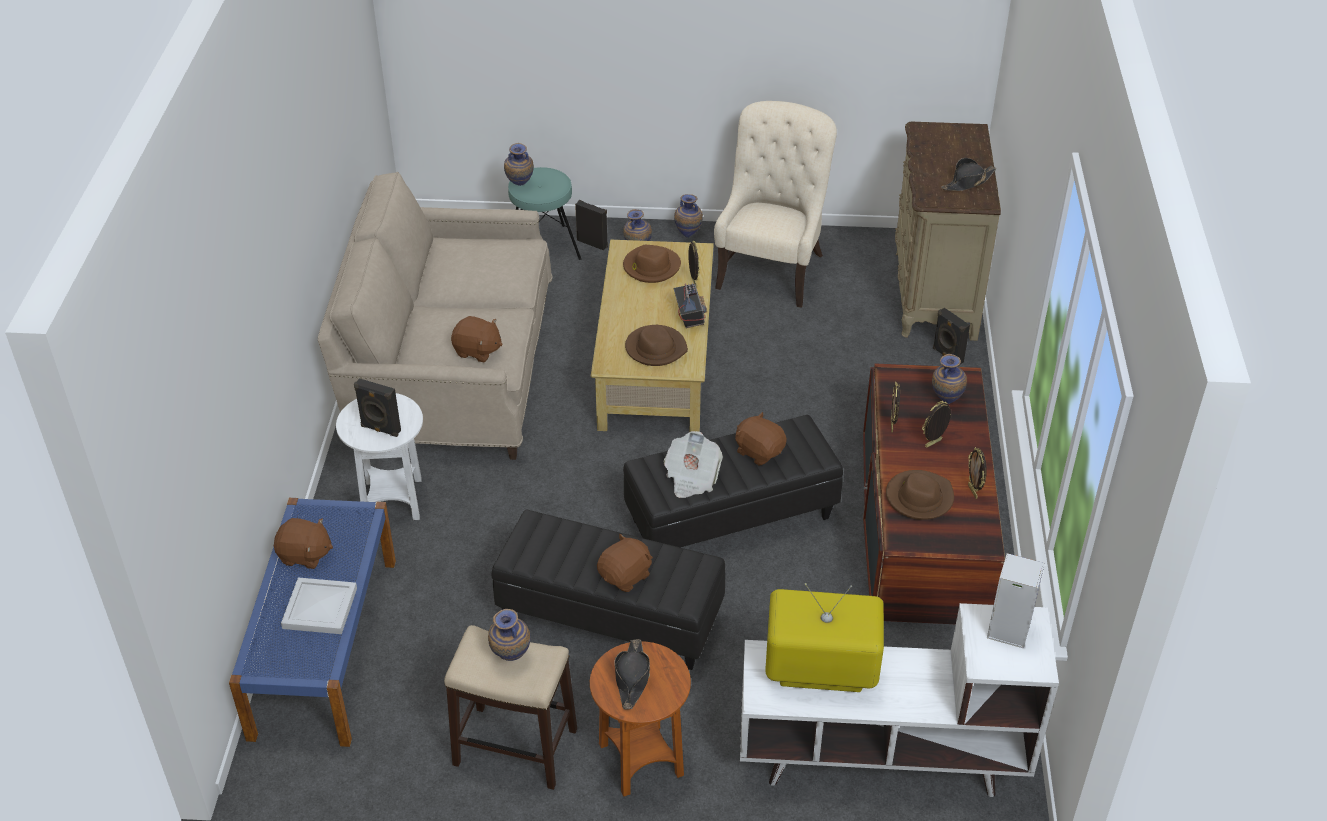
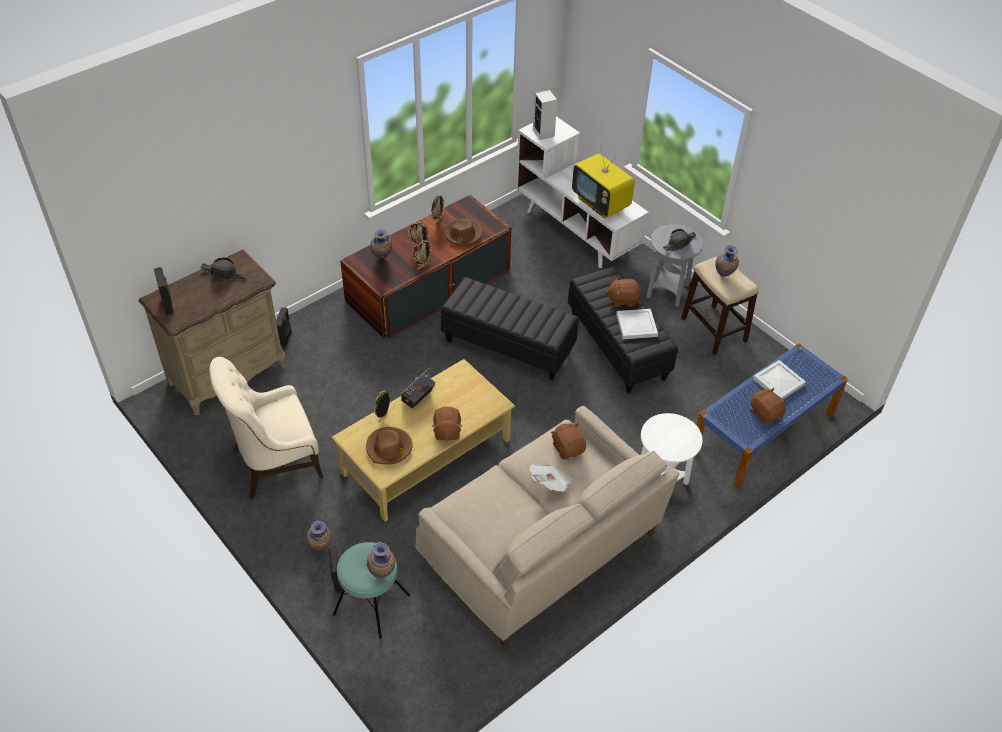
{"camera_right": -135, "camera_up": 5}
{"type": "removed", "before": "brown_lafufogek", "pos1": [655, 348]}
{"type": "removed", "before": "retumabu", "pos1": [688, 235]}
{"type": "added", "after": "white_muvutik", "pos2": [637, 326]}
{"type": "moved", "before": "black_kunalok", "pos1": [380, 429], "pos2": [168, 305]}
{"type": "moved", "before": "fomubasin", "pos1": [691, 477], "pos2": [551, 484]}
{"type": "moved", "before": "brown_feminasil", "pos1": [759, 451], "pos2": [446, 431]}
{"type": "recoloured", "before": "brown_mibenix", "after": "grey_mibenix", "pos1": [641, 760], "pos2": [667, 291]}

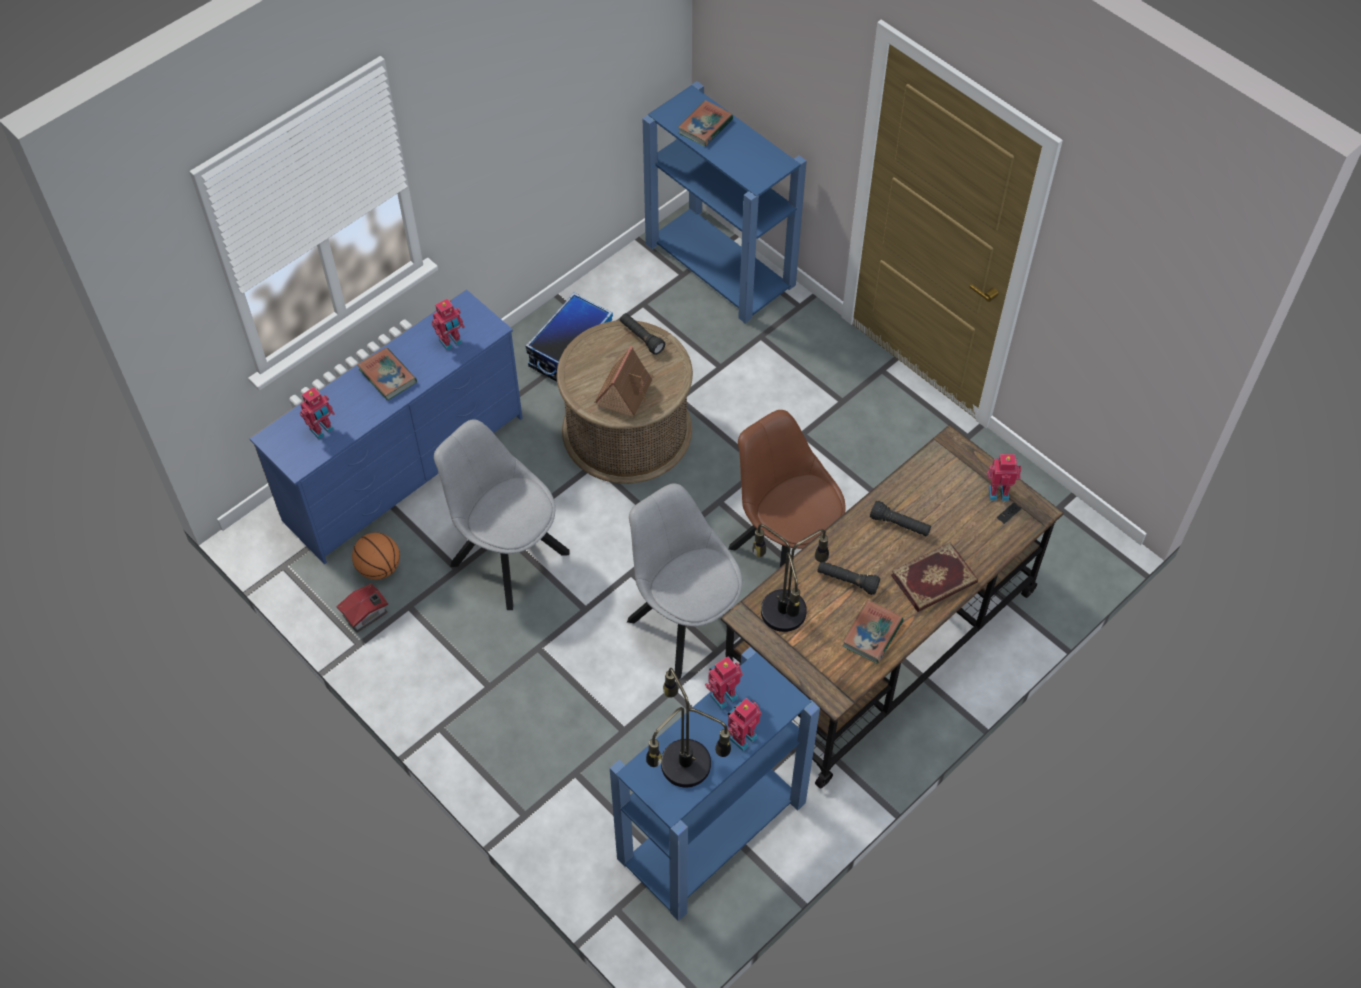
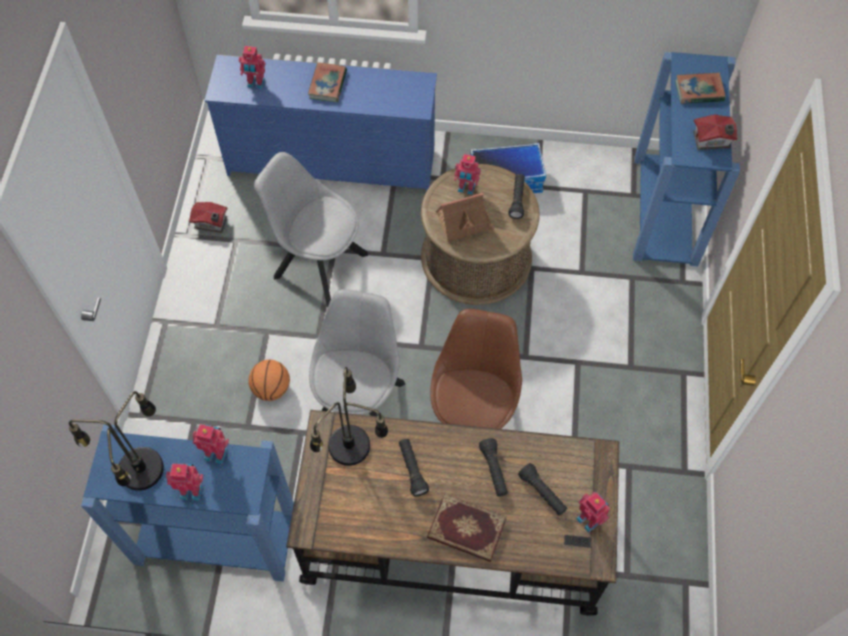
{"camera_right": 50, "camera_up": 5}
{"type": "removed", "before": "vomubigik", "pos1": [872, 634]}
{"type": "added", "after": "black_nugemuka", "pos2": [542, 493]}
{"type": "added", "after": "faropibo", "pos2": [712, 141]}
{"type": "moved", "before": "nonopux", "pos1": [379, 568], "pos2": [271, 388]}
{"type": "moved", "before": "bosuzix", "pos1": [451, 342], "pos2": [466, 189]}
{"type": "turned", "before": "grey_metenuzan", "pos1": [507, 556], "pos2": [318, 264], "turn": -60}

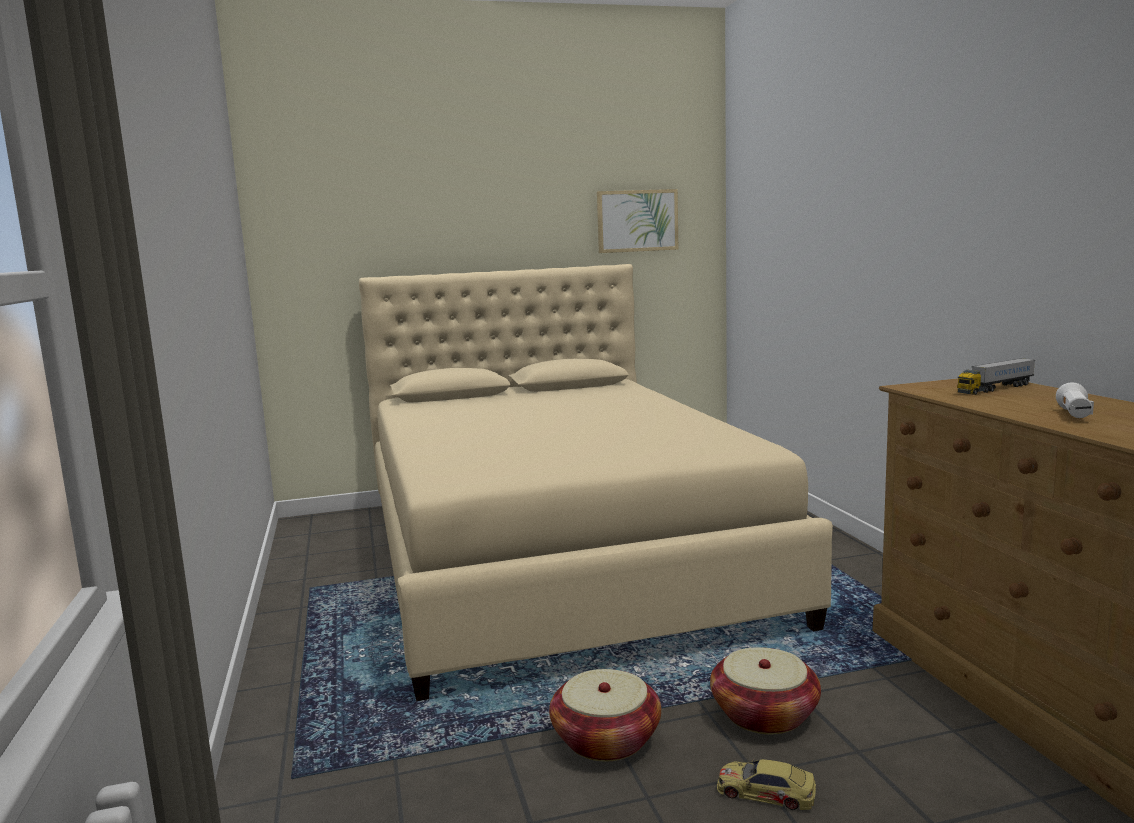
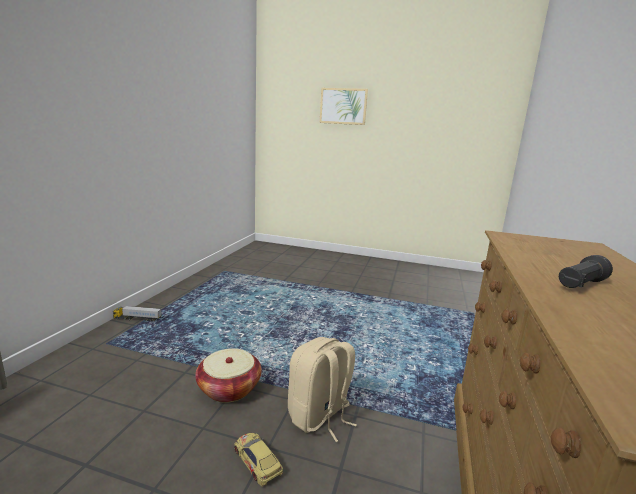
{"camera_right": 30, "camera_up": 5}
{"type": "removed", "before": "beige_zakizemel", "pos1": [557, 556]}
{"type": "moved", "before": "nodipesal", "pos1": [637, 221], "pos2": [343, 106]}
{"type": "moved", "before": "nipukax", "pos1": [995, 388], "pos2": [137, 319]}
{"type": "replaced", "before": "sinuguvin", "after": "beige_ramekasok", "pos1": [764, 715], "pos2": [319, 417]}
{"type": "recoloured", "before": "white_nugemuka", "after": "black_nugemuka", "pos1": [1074, 415], "pos2": [580, 285]}

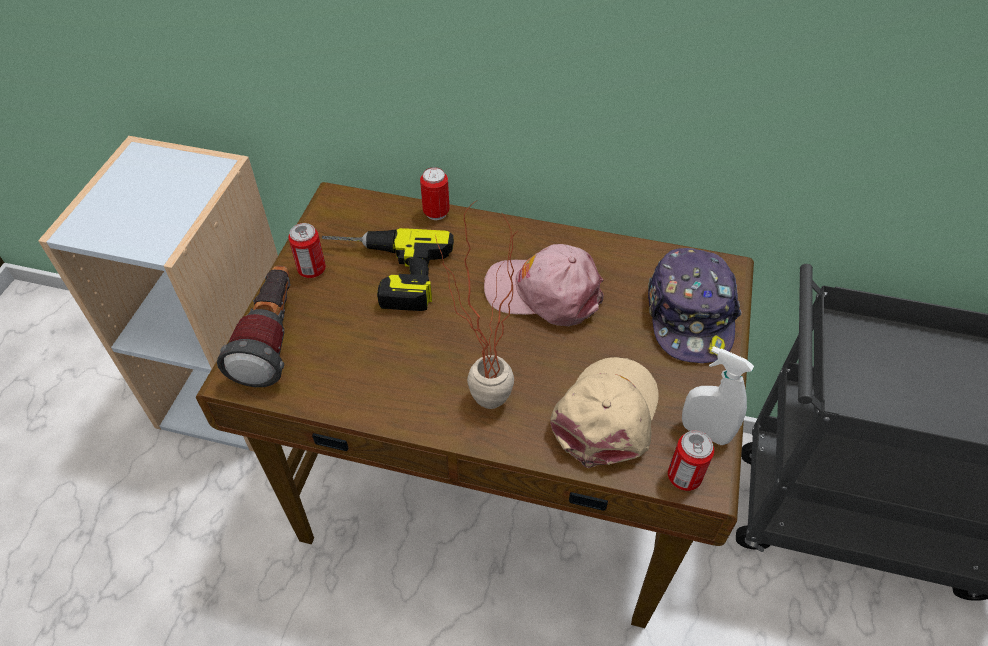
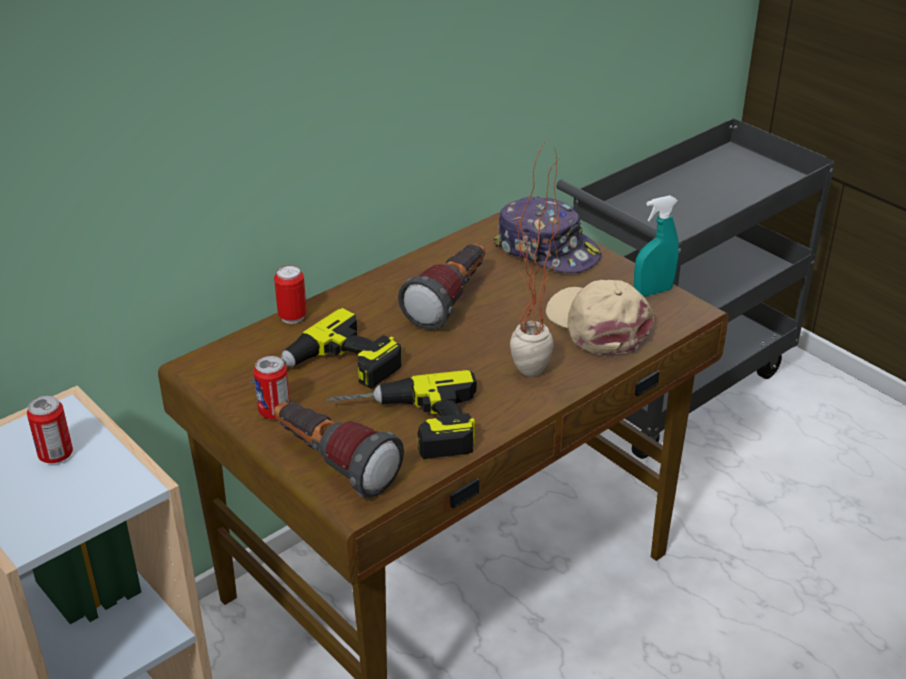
{"camera_right": -55, "camera_up": -15}
{"type": "added", "after": "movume", "pos2": [407, 426]}
{"type": "moved", "before": "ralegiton", "pos1": [684, 477], "pos2": [56, 455]}
{"type": "replaced", "before": "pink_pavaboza", "after": "nugemuka", "pos1": [544, 292], "pos2": [450, 301]}
{"type": "recoloured", "before": "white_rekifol", "after": "turquoise_rekifol", "pos1": [705, 432], "pos2": [653, 292]}

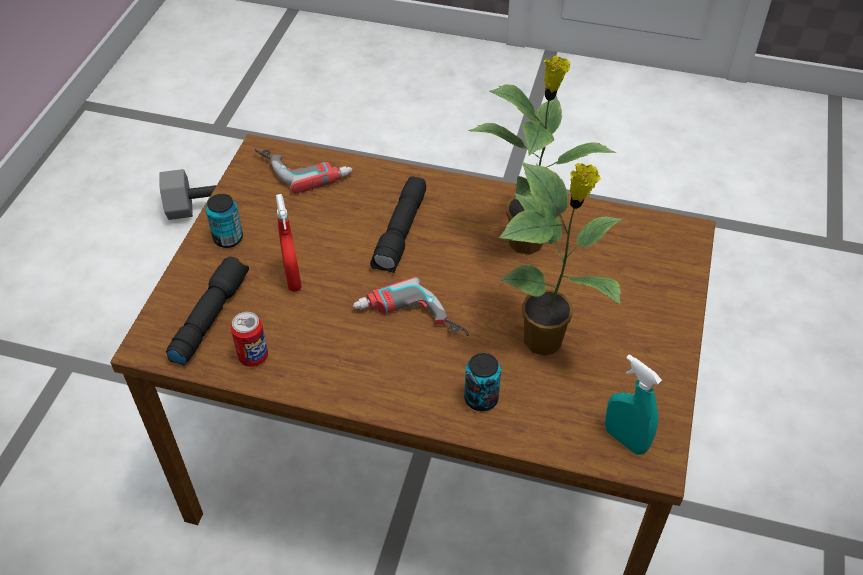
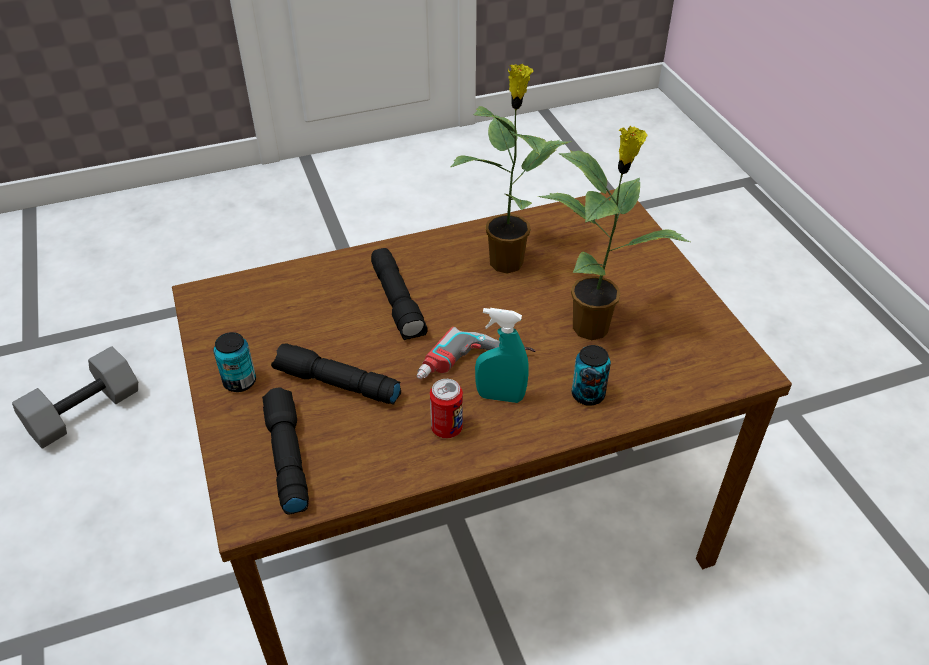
{"camera_right": -35, "camera_up": -5}
{"type": "removed", "before": "movume", "pos1": [304, 166]}
{"type": "moved", "before": "ralegiton", "pos1": [253, 357], "pos2": [446, 428]}
{"type": "moved", "before": "turquoise_rekifol", "pos1": [625, 439], "pos2": [500, 396]}
{"type": "replaced", "before": "red_rekifol", "after": "black_nugemuka", "pos1": [293, 278], "pos2": [336, 384]}

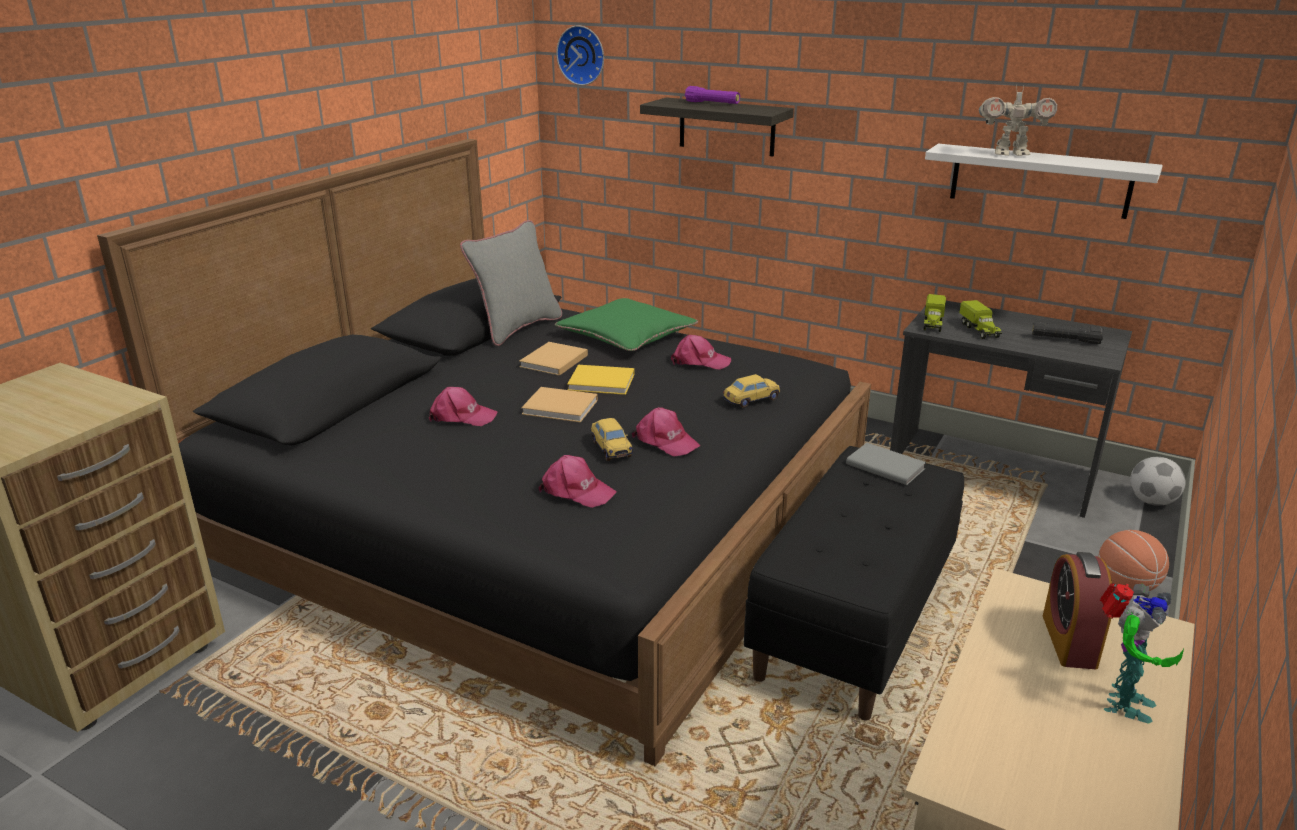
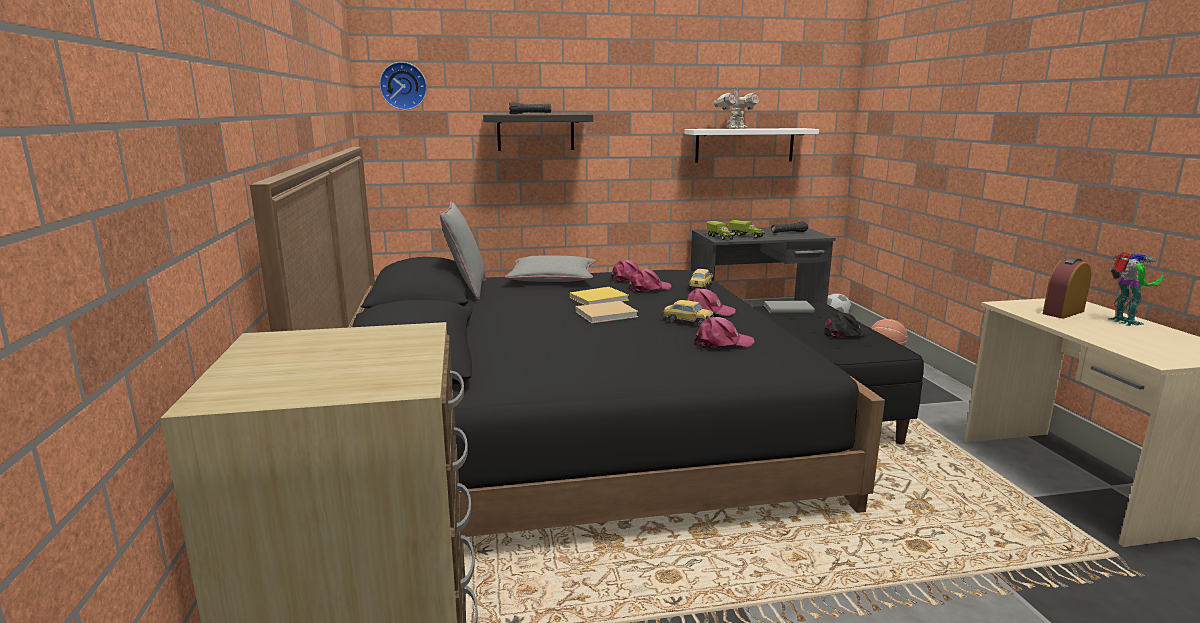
{"camera_right": -40, "camera_up": -10}
{"type": "removed", "before": "beige_vomubigik", "pos1": [553, 361]}
{"type": "added", "after": "black_pavaboza", "pos2": [846, 334]}
{"type": "moved", "before": "pink_pavaboza", "pos1": [462, 416], "pos2": [648, 289]}
{"type": "recoloured", "before": "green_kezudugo", "after": "grey_kezudugo", "pos1": [626, 335], "pos2": [552, 278]}
{"type": "recoloured", "before": "purple_nugemuka", "after": "black_nugemuka", "pos1": [712, 103], "pos2": [530, 114]}
{"type": "turned", "before": "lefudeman", "pos1": [1069, 641], "pos2": [1063, 312], "turn": 90}

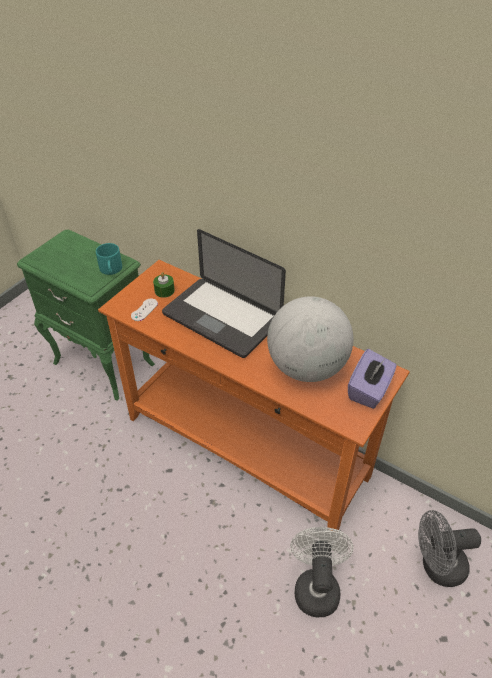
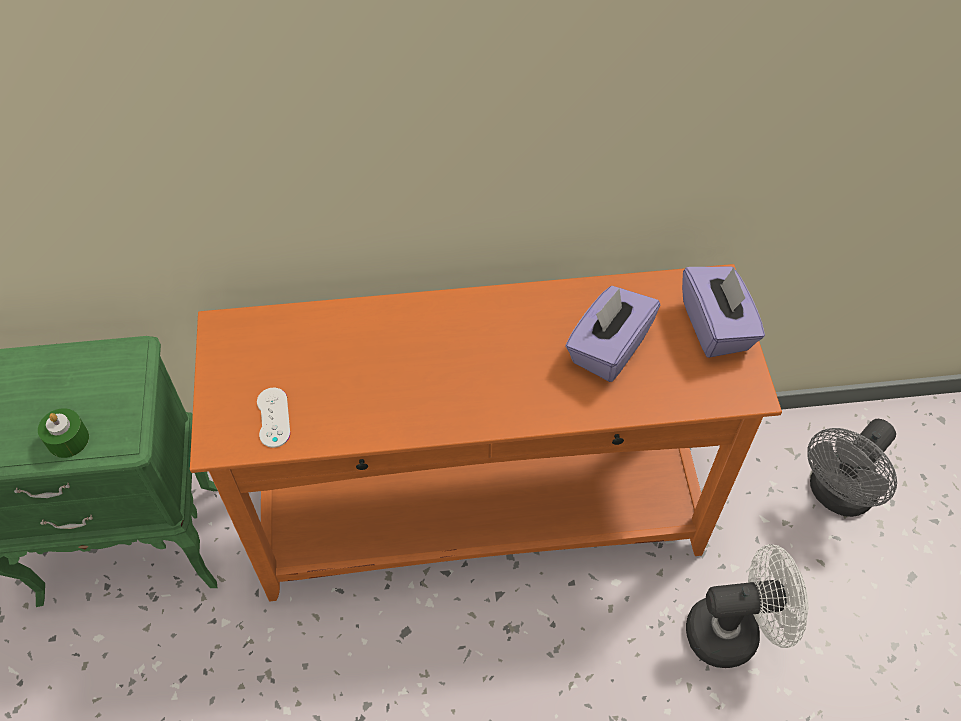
{"camera_right": -40, "camera_up": 10}
{"type": "removed", "before": "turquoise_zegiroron", "pos1": [111, 270]}
{"type": "removed", "before": "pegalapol", "pos1": [221, 318]}
{"type": "moved", "before": "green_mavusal", "pos1": [164, 291], "pos2": [68, 439]}
{"type": "replaced", "before": "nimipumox", "after": "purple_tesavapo", "pos1": [306, 367], "pos2": [608, 348]}
{"type": "turned", "before": "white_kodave", "pos1": [316, 586], "pos2": [734, 631], "turn": 120}

